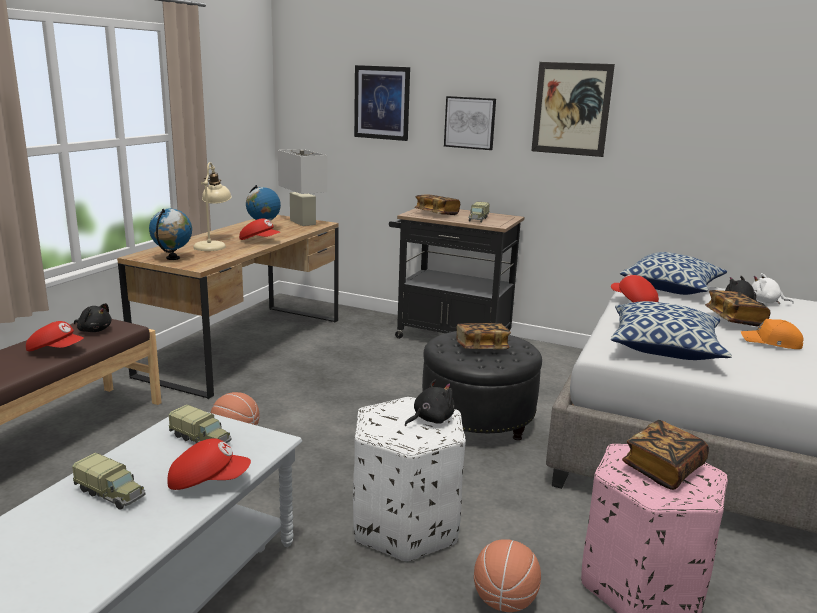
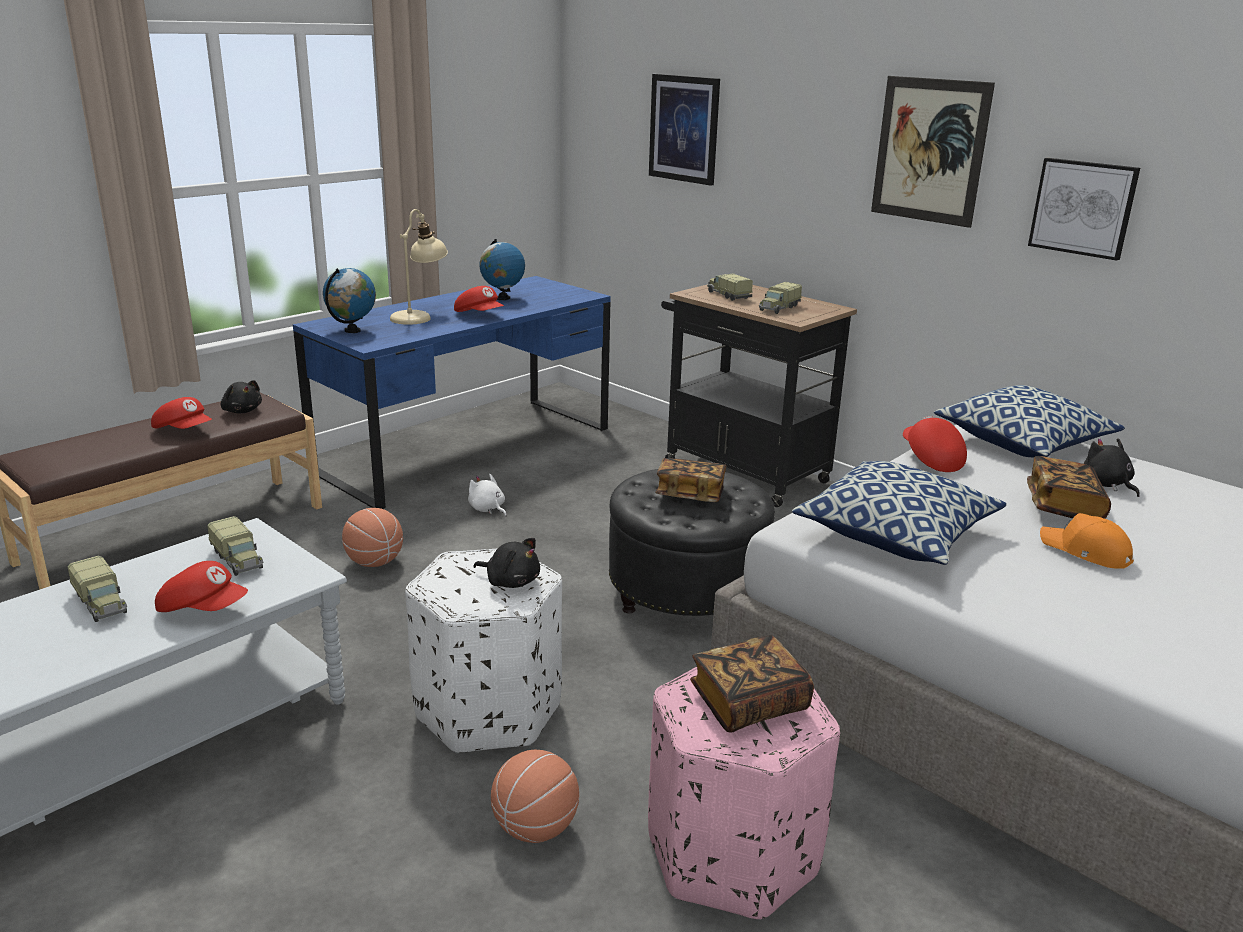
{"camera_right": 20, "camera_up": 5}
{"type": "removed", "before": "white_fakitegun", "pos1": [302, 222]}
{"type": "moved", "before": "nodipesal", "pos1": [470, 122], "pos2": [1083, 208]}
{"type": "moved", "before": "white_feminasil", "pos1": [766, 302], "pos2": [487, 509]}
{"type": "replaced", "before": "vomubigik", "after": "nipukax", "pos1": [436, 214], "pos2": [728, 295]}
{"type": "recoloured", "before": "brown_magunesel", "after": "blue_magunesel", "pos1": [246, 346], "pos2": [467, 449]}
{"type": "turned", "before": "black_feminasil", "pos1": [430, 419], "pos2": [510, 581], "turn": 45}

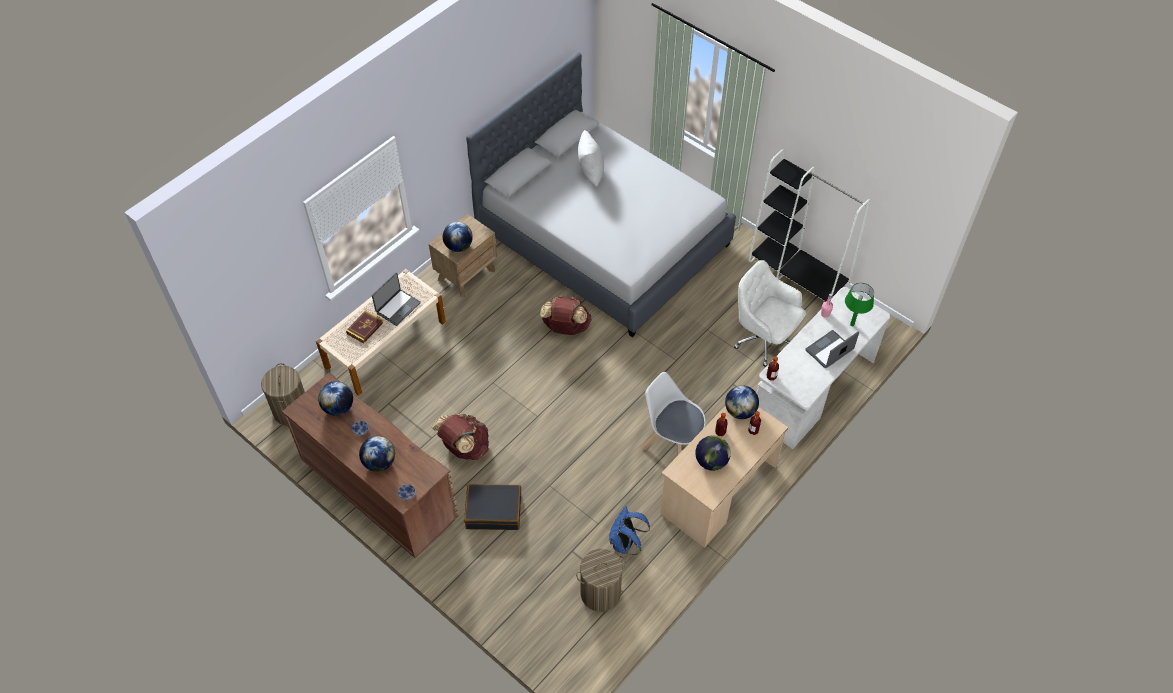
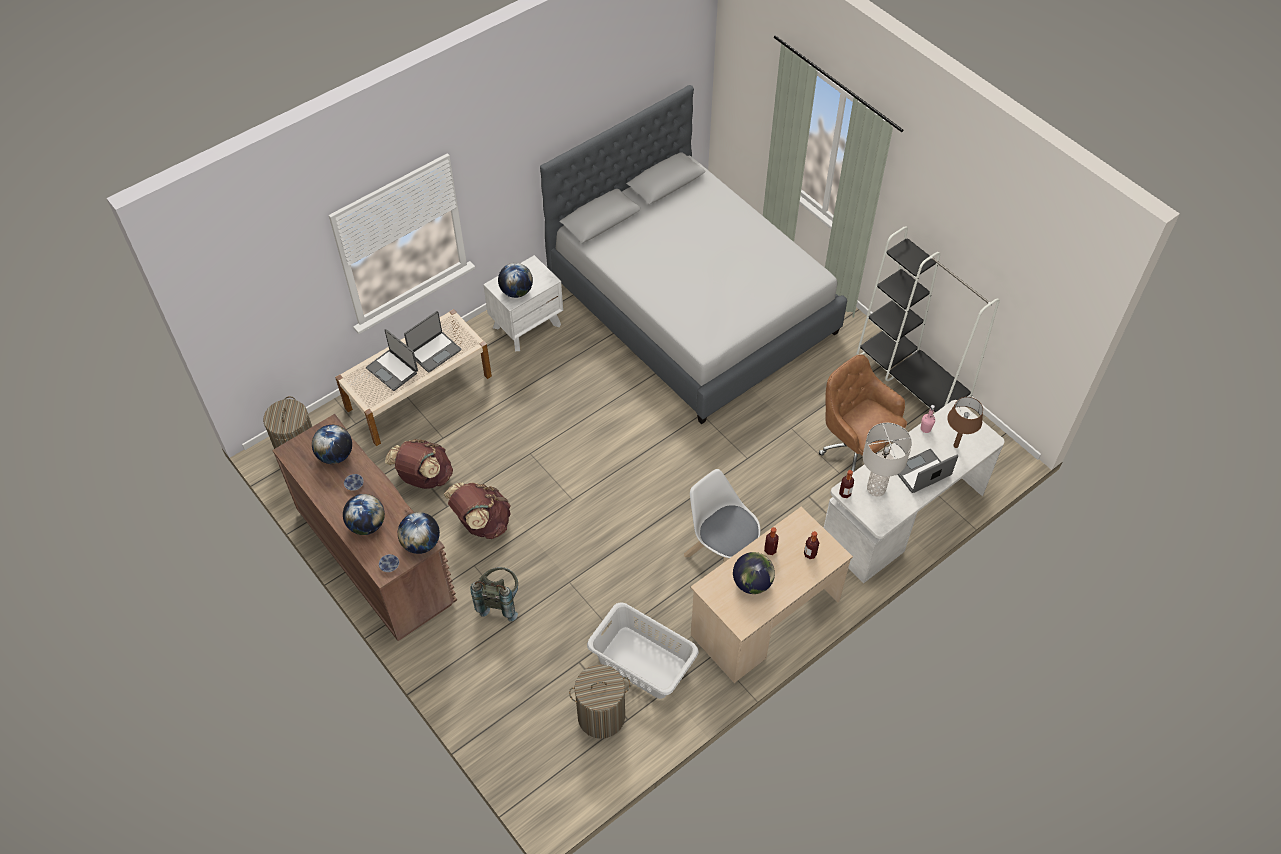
{"camera_right": 10, "camera_up": 0}
{"type": "removed", "before": "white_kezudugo", "pos1": [590, 174]}
{"type": "added", "after": "white_fakitegun", "pos2": [876, 488]}
{"type": "moved", "before": "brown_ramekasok", "pos1": [566, 328], "pos2": [424, 478]}
{"type": "moved", "before": "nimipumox", "pos1": [740, 411], "pos2": [421, 543]}
{"type": "replaced", "before": "vomubigik", "after": "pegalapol", "pos1": [365, 328], "pos2": [393, 370]}
{"type": "replaced", "before": "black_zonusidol", "after": "grey_ramekasok", "pos1": [494, 511], "pos2": [499, 601]}
{"type": "replaced", "before": "blue_ramekasok", "after": "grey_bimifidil", "pos1": [625, 543], "pos2": [642, 663]}
{"type": "recoloured", "before": "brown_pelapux", "after": "white_pelapux", "pos1": [466, 274], "pos2": [527, 325]}
{"type": "recoloured", "before": "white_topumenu", "after": "brown_topumenu", "pos1": [764, 340], "pos2": [856, 450]}
{"type": "recoloured", "before": "green_fakitegun", "after": "brown_fakitegun", "pos1": [852, 324], "pos2": [955, 446]}

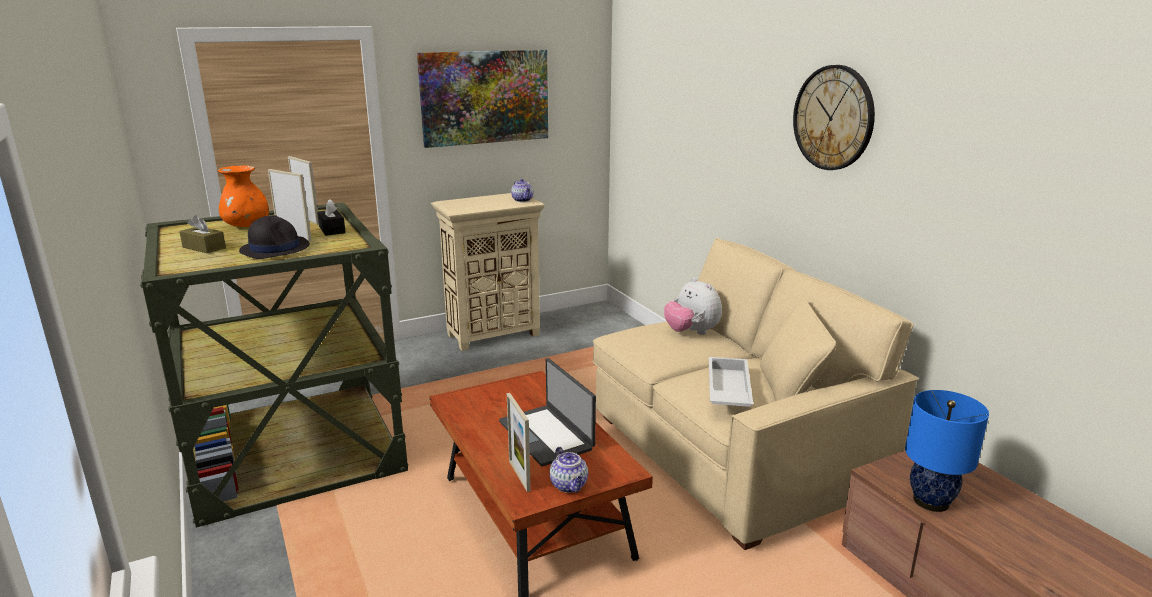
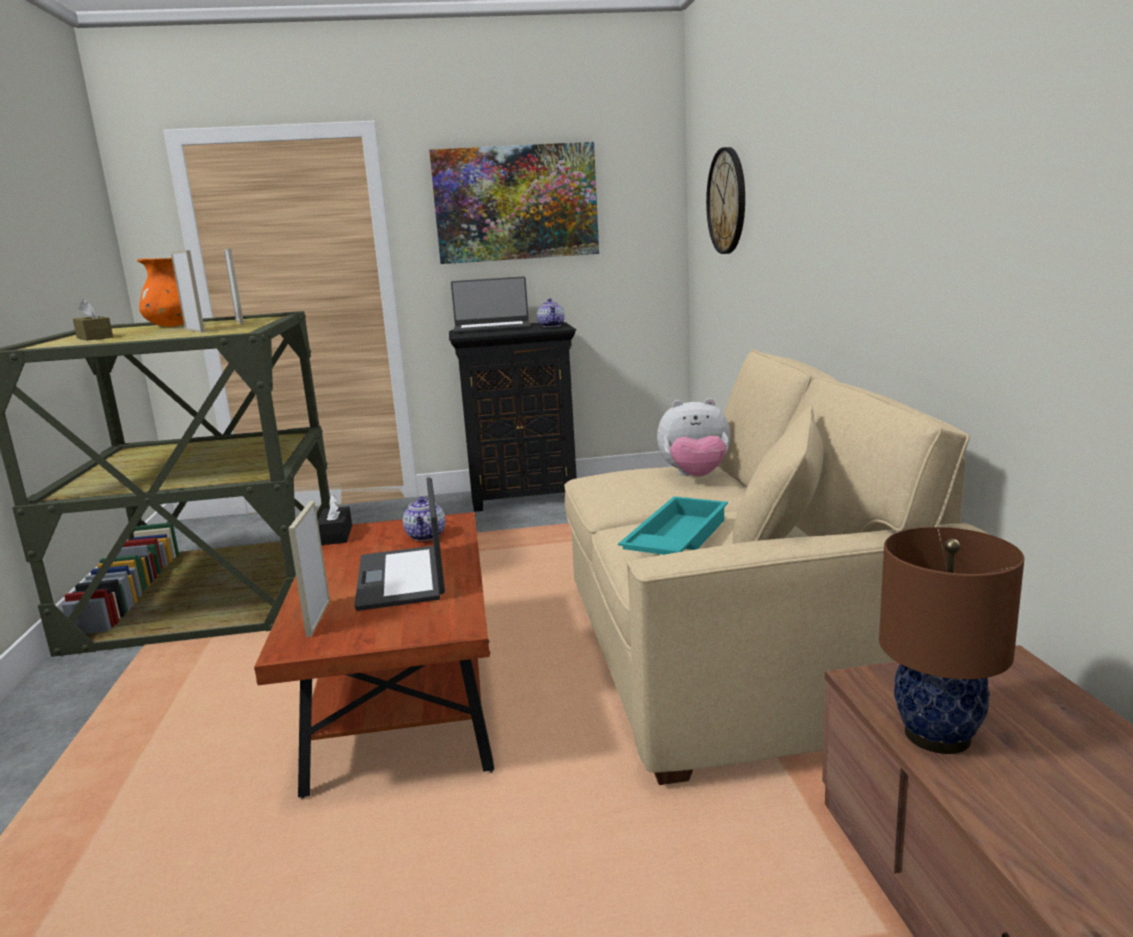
{"camera_right": 20, "camera_up": -5}
{"type": "removed", "before": "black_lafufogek", "pos1": [275, 248]}
{"type": "added", "after": "pegalapol", "pos2": [492, 328]}
{"type": "moved", "before": "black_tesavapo", "pos1": [332, 230], "pos2": [336, 535]}
{"type": "moved", "before": "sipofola", "pos1": [569, 485], "pos2": [426, 536]}
{"type": "moved", "before": "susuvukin", "pos1": [833, 118], "pos2": [727, 201]}
{"type": "recoloured", "before": "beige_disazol", "after": "black_disazol", "pos1": [494, 334], "pos2": [524, 497]}
{"type": "recoloured", "before": "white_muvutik", "after": "turquoise_muvutik", "pos1": [727, 390], "pos2": [675, 539]}
{"type": "recoloured", "before": "blue_fakitegun", "after": "brown_fakitegun", "pos1": [931, 501], "pos2": [937, 735]}
{"type": "turned", "before": "feminasil", "pos1": [691, 332], "pos2": [695, 477], "turn": -75}

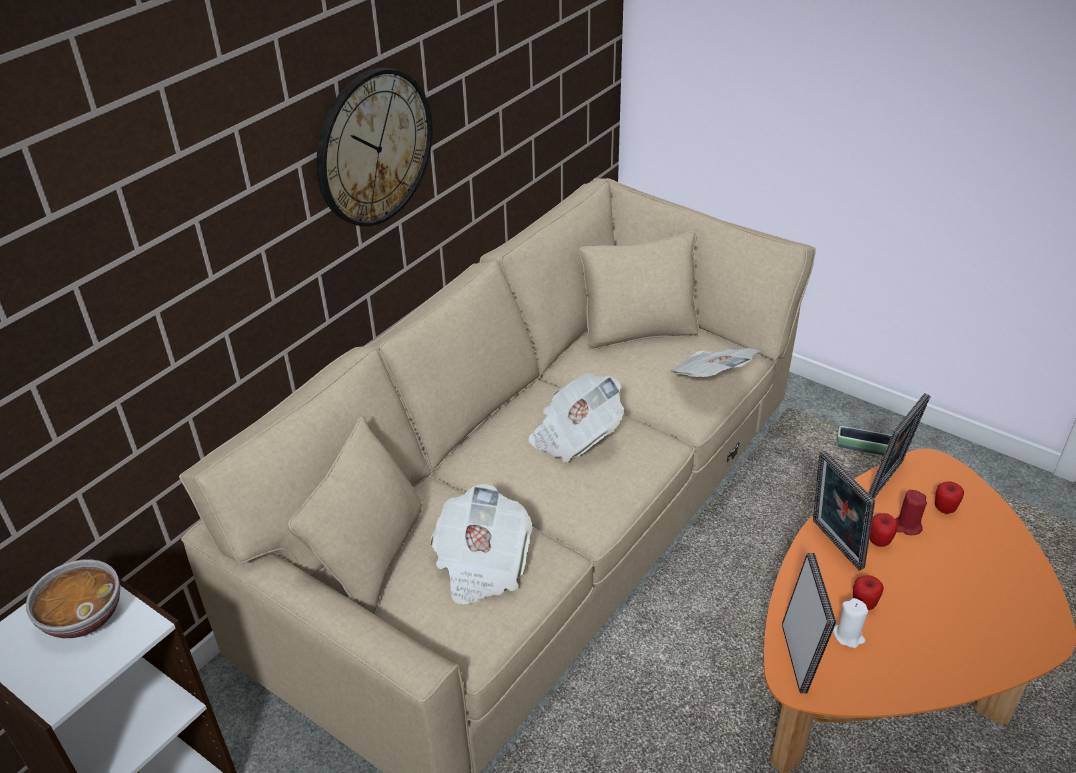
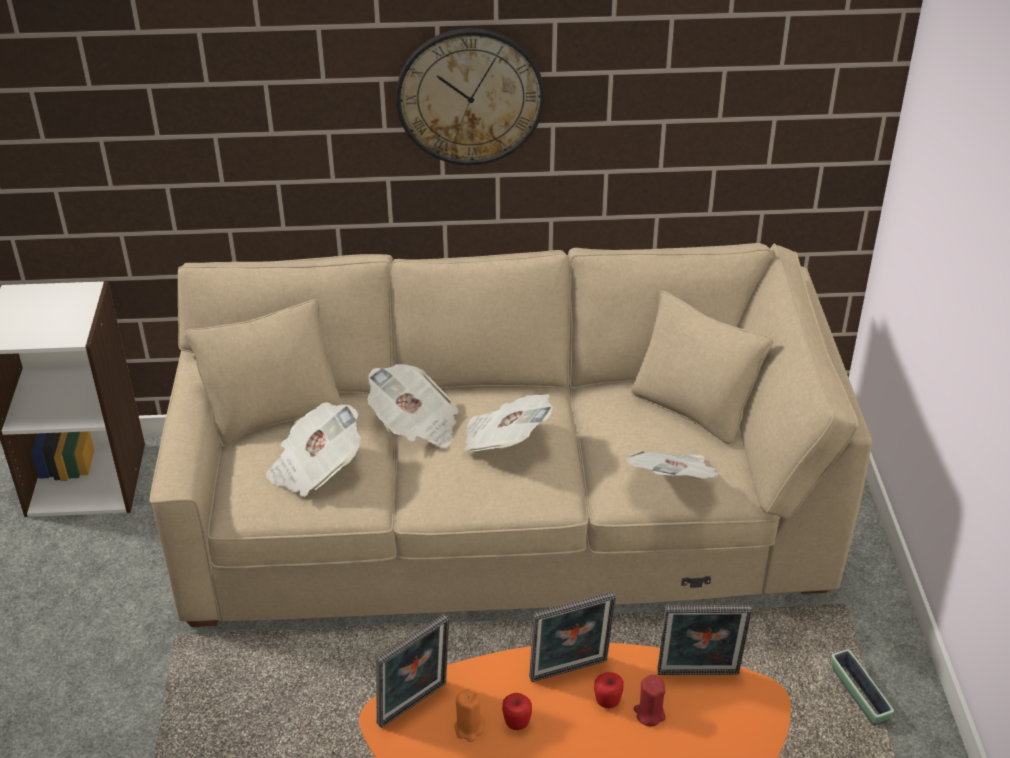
{"camera_right": 50, "camera_up": 0}
{"type": "removed", "before": "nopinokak", "pos1": [83, 616]}
{"type": "removed", "before": "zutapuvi", "pos1": [944, 508]}
{"type": "added", "after": "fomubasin", "pos2": [415, 425]}
{"type": "recoloured", "before": "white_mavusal", "after": "orange_mavusal", "pos1": [848, 636], "pos2": [469, 728]}
{"type": "turned", "before": "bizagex", "pos1": [834, 545], "pos2": [570, 673], "turn": -135}

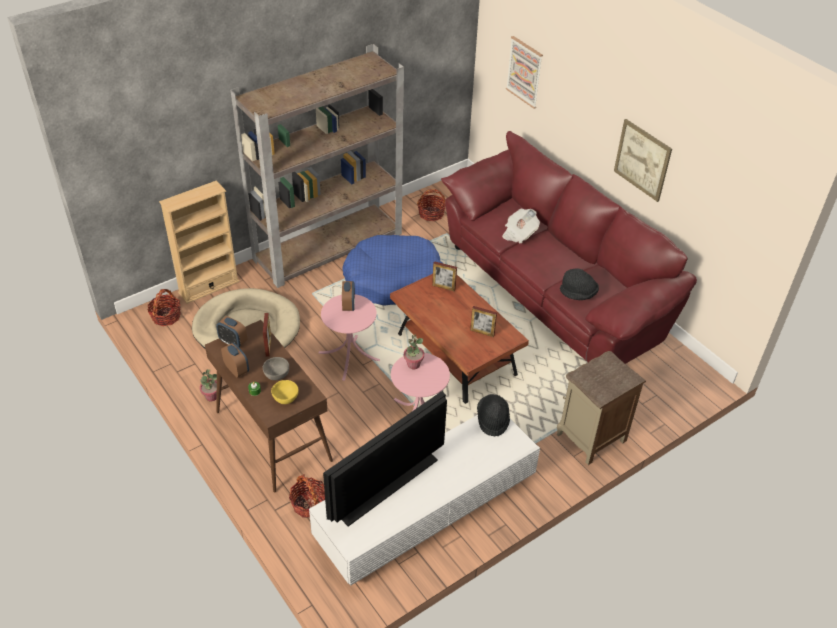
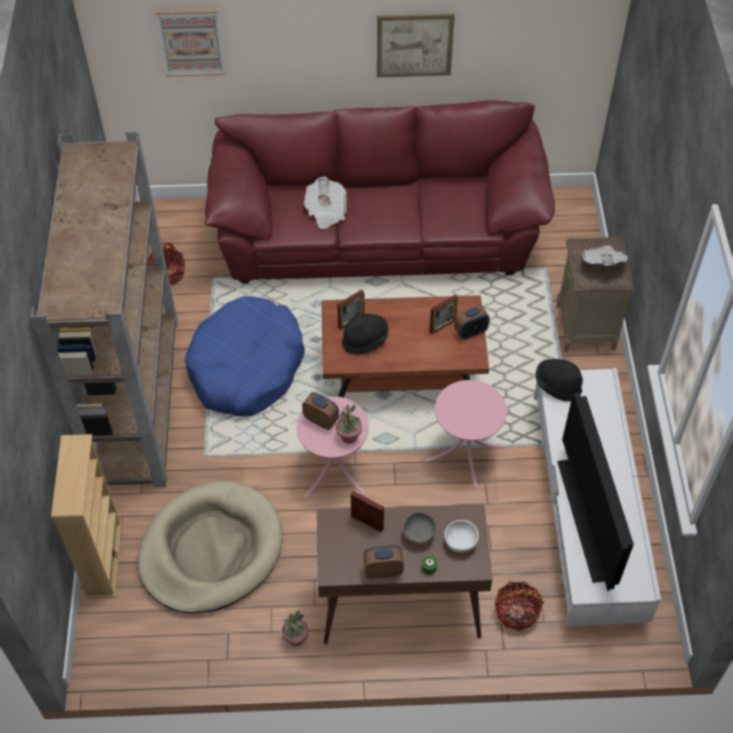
{"camera_right": -55, "camera_up": 10}
{"type": "removed", "before": "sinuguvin", "pos1": [166, 316]}
{"type": "added", "after": "fomubasin", "pos2": [602, 264]}
{"type": "moved", "before": "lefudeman", "pos1": [233, 342], "pos2": [470, 332]}
{"type": "moved", "before": "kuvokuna", "pos1": [413, 364], "pos2": [349, 437]}
{"type": "moved", "before": "black_lafufogek", "pos1": [578, 294], "pos2": [365, 340]}
{"type": "recoloured", "before": "yellow_nopinokak", "after": "white_nopinokak", "pos1": [286, 398], "pos2": [460, 542]}

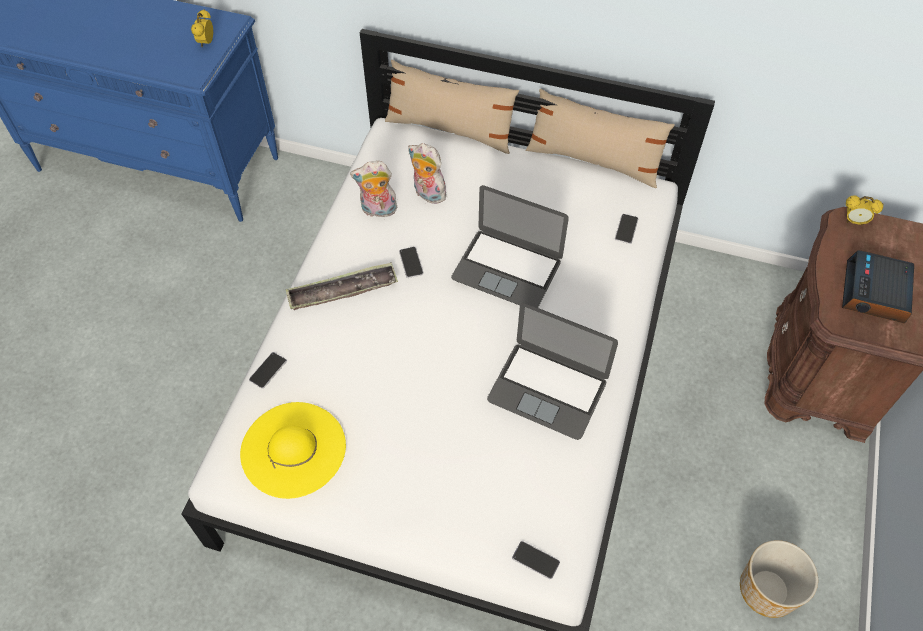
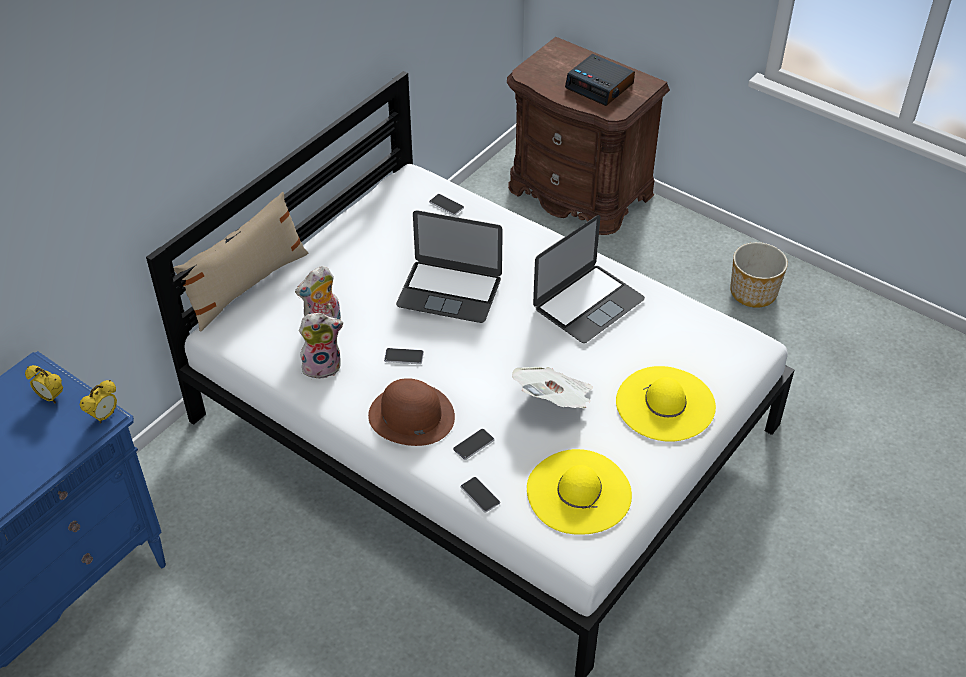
{"camera_right": -70, "camera_up": -10}
{"type": "removed", "before": "beige_kezudugo", "pos1": [593, 161]}
{"type": "added", "after": "fomubasin", "pos2": [554, 401]}
{"type": "added", "after": "yellow_lafufogek", "pos2": [665, 404]}
{"type": "moved", "before": "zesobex", "pos1": [536, 560], "pos2": [473, 444]}
{"type": "moved", "before": "lefudeman", "pos1": [854, 221], "pos2": [104, 416]}
{"type": "replaced", "before": "muvutik", "after": "brown_lafufogek", "pos1": [342, 291], "pos2": [411, 416]}
{"type": "turned", "before": "feminasil", "pos1": [378, 211], "pos2": [323, 366], "turn": -120}
{"type": "turned", "before": "pegalapol", "pos1": [507, 269], "pos2": [449, 291], "turn": 60}

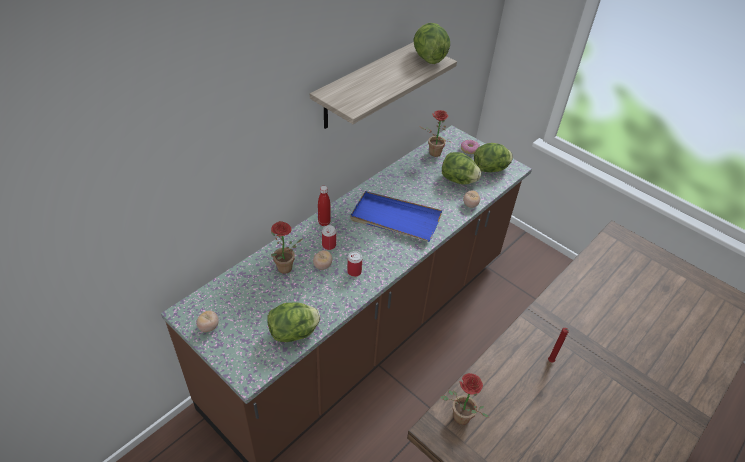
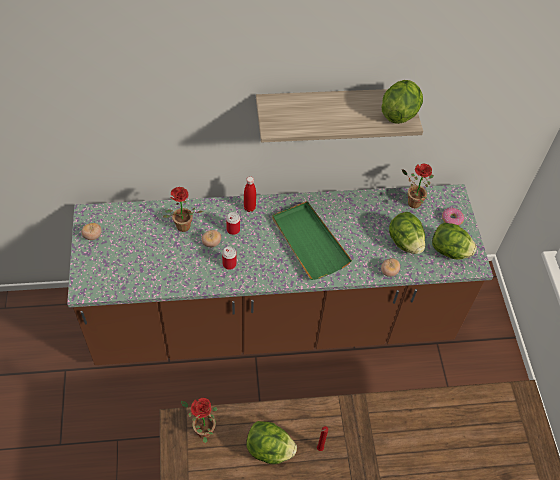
{"camera_right": 40, "camera_up": 10}
{"type": "moved", "before": "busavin", "pos1": [294, 333], "pos2": [269, 449]}
{"type": "recoloured", "before": "blue_muvutik", "after": "green_muvutik", "pos1": [395, 219], "pos2": [309, 242]}

